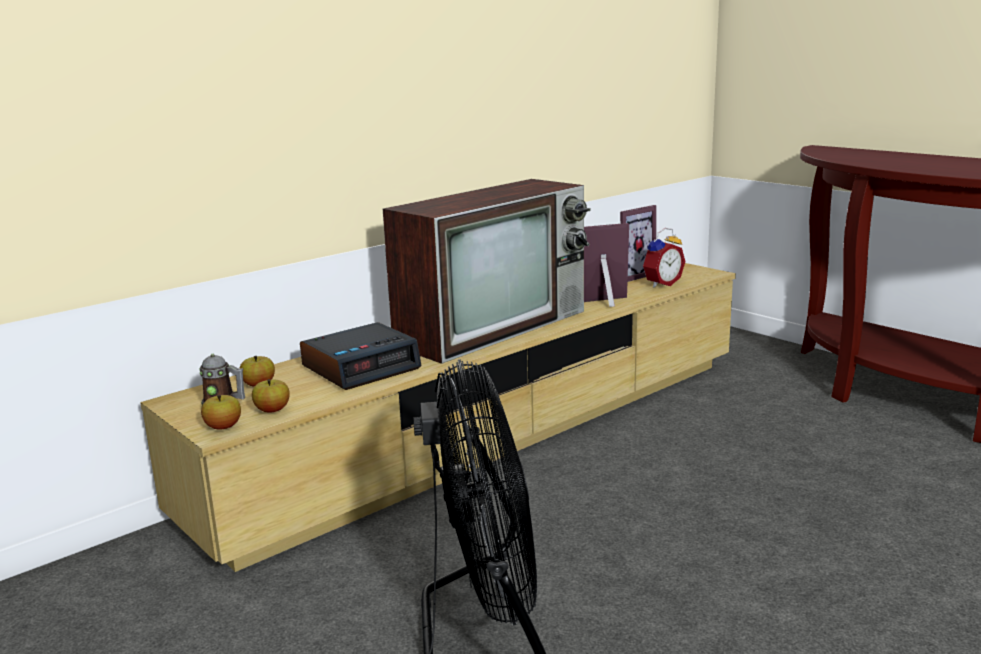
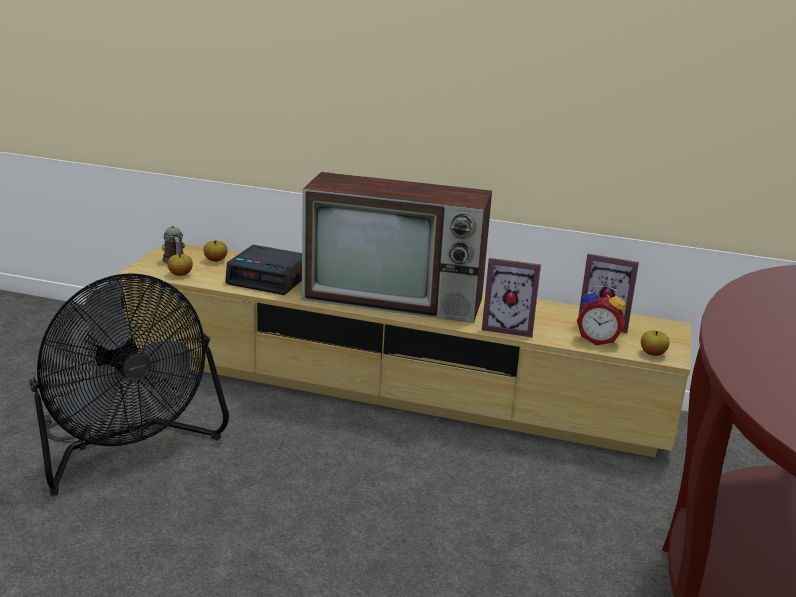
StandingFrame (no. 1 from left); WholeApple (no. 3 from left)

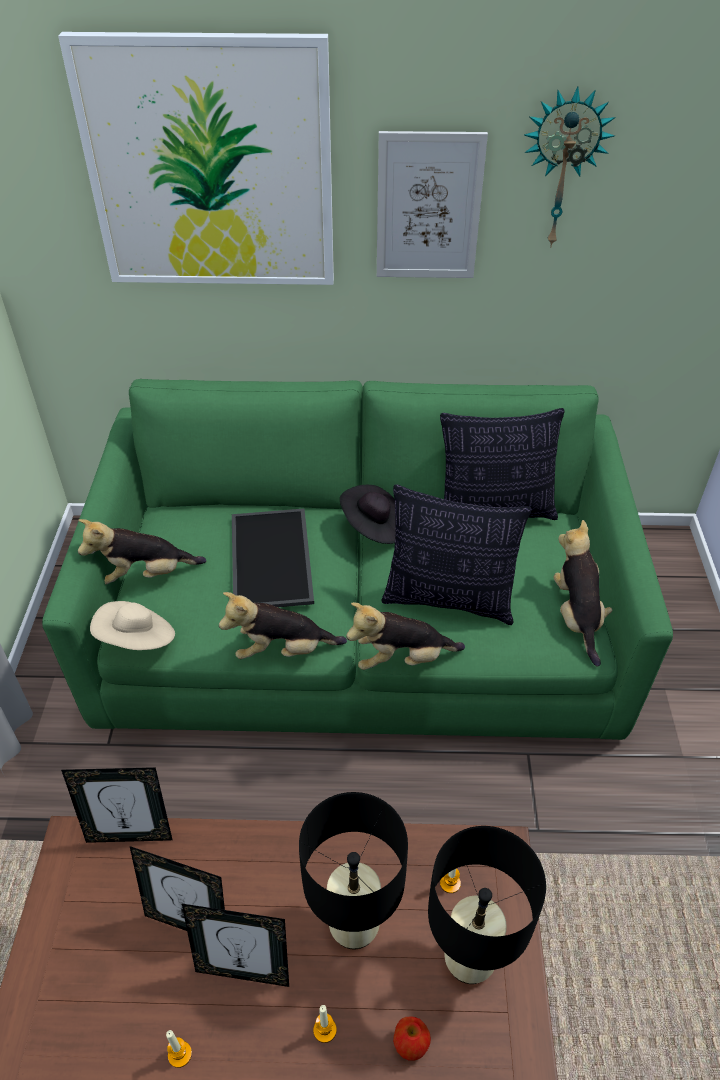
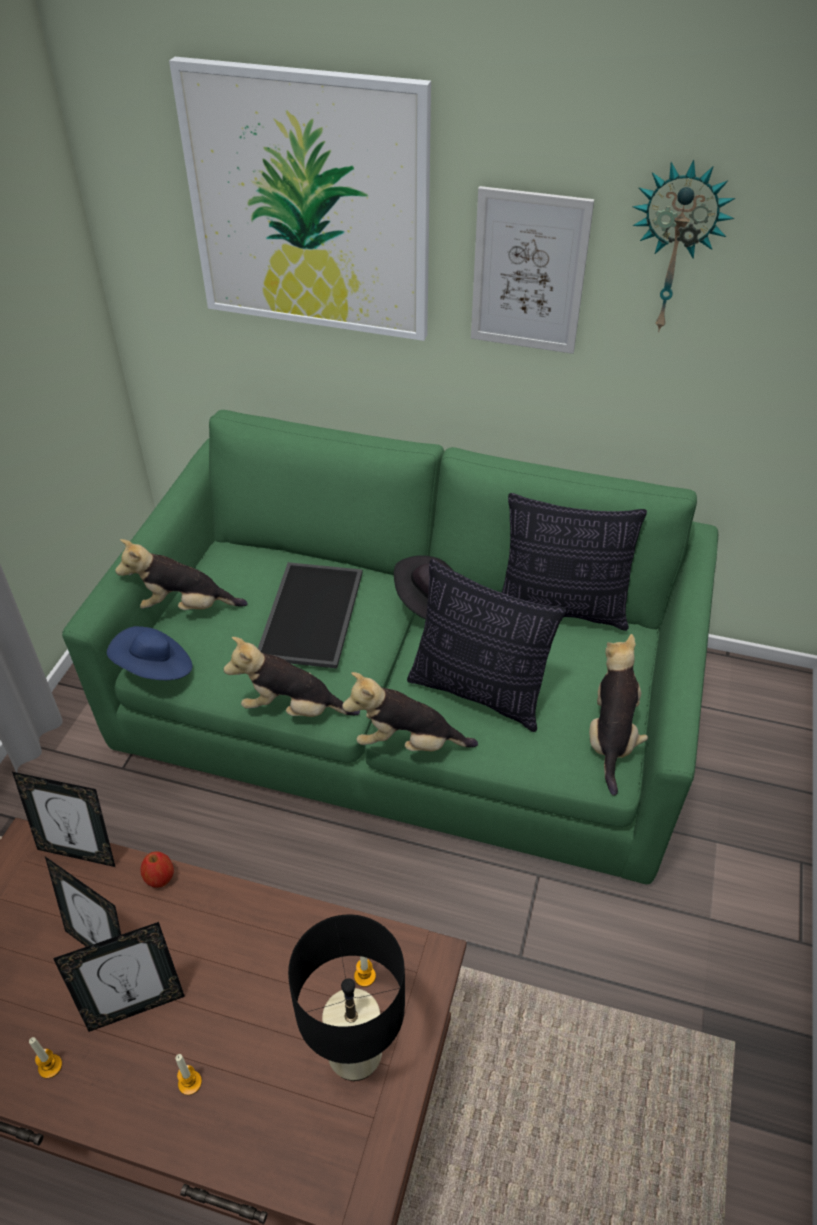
StandingFrame (no. 3 from left); BlueClothingHat; WholeApple; BlackishTableLamp (no. 1 from left in the first image)

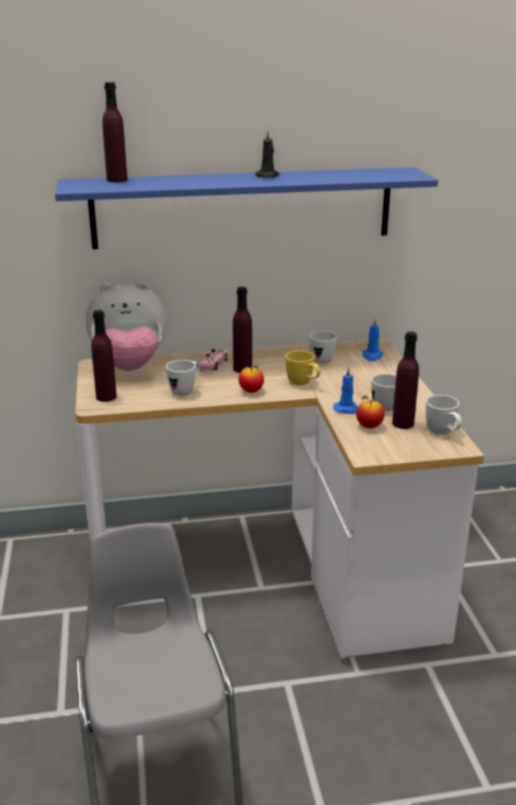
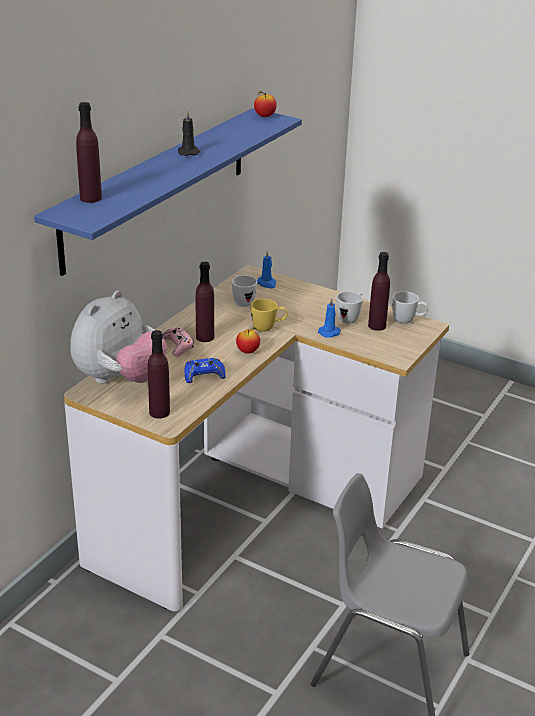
BlueGameController; WholeApple (no. 2 from left)

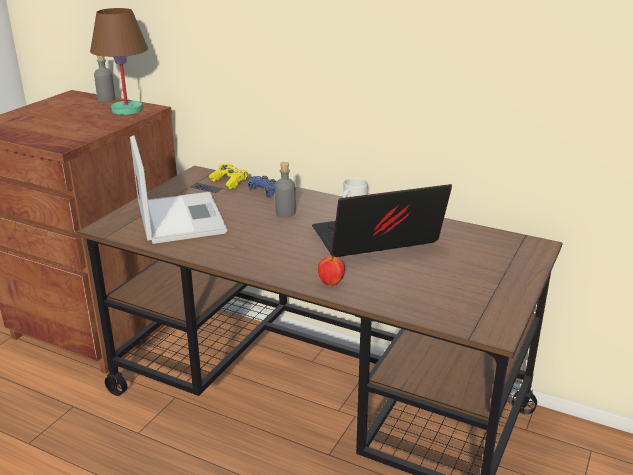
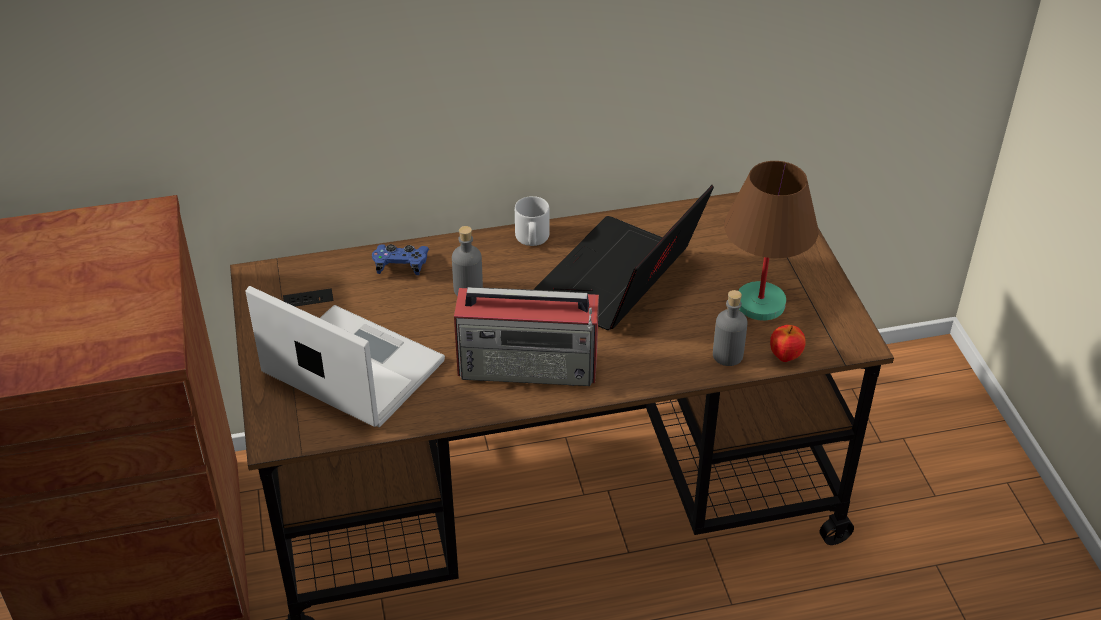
RadioReceiver; GreyBottle (no. 2 from left); BrownishTableLamp; WholeApple; YellowGameController

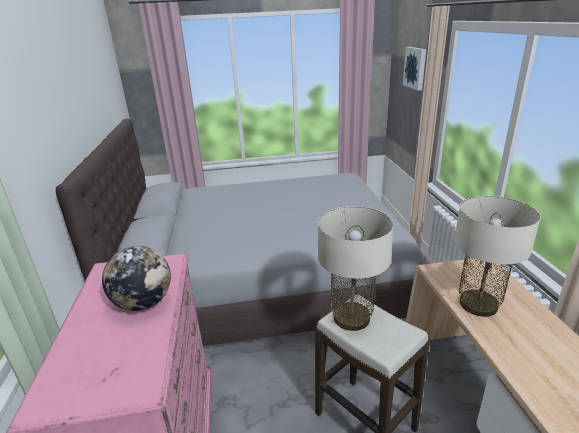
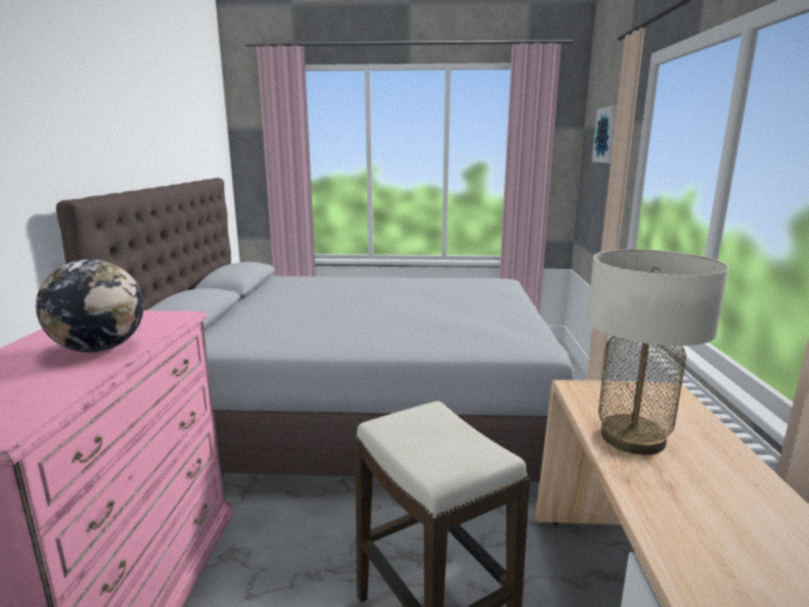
TableLamp (no. 1 from left in the first image)

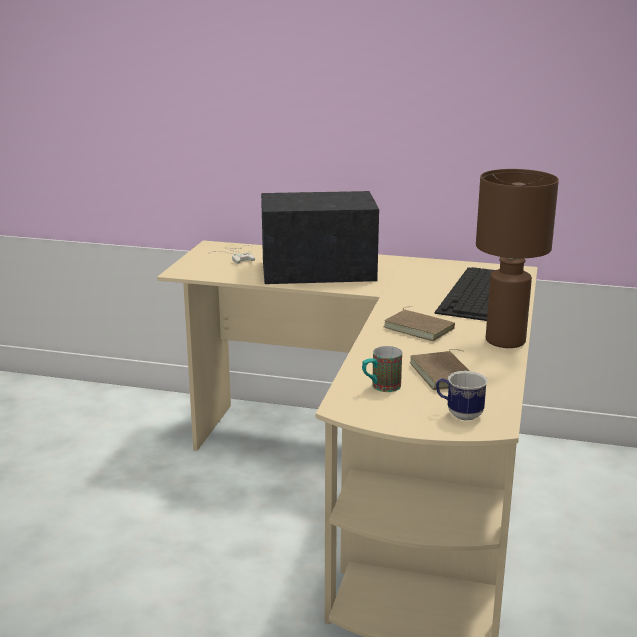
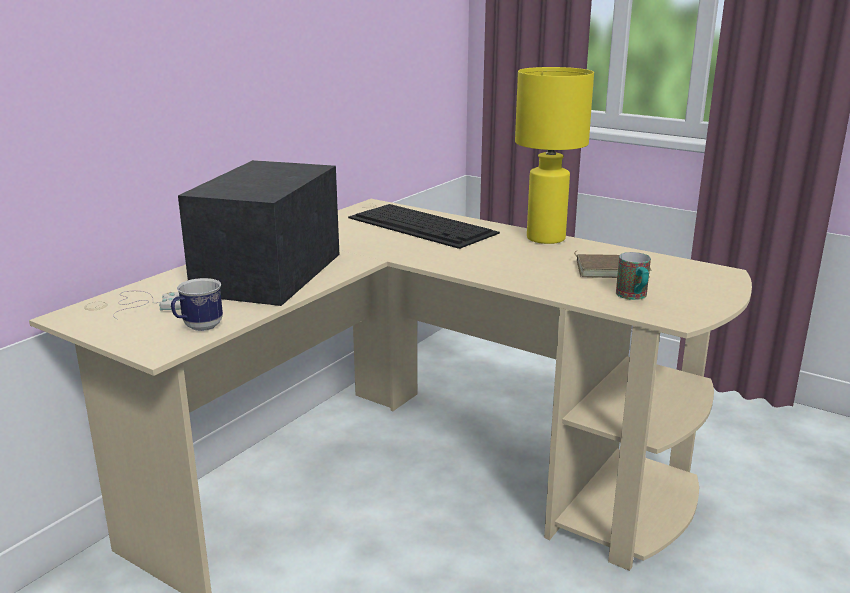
TeaMug (no. 1 from left); YellowTableLamp; BrownishVolume (no. 1 from left in the first image)

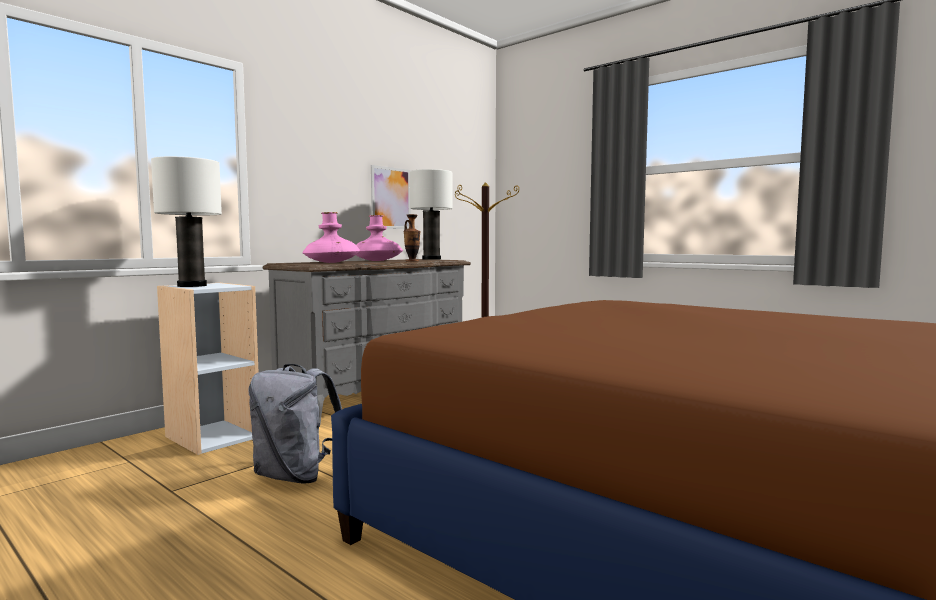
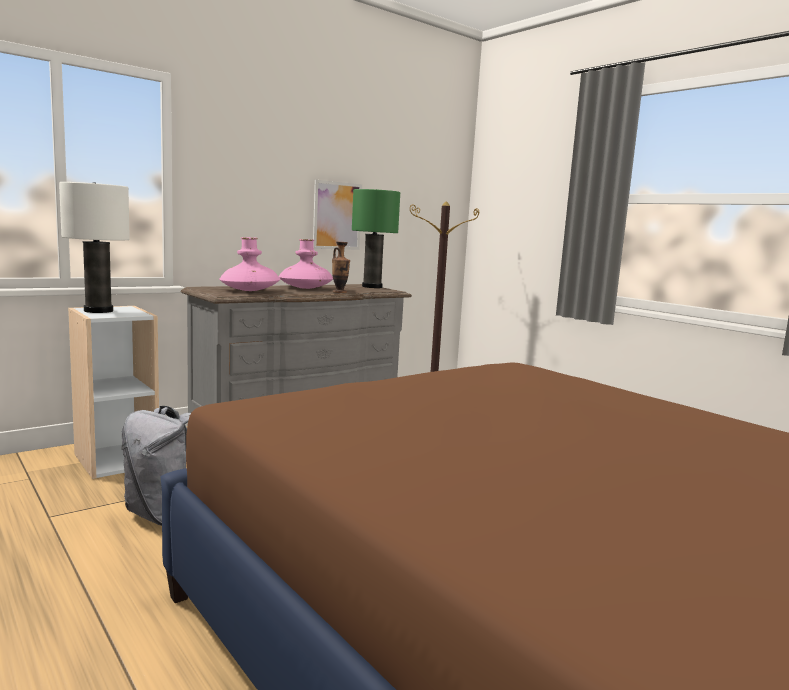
GreenishTableLamp

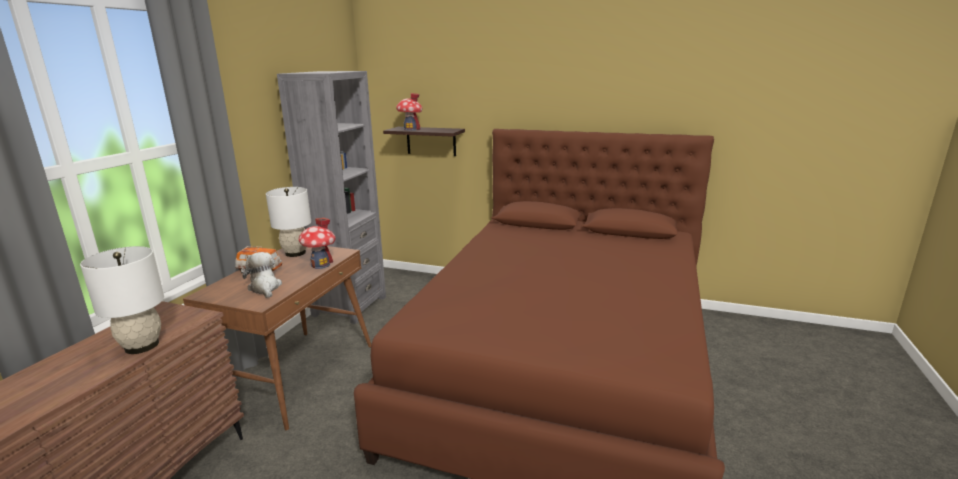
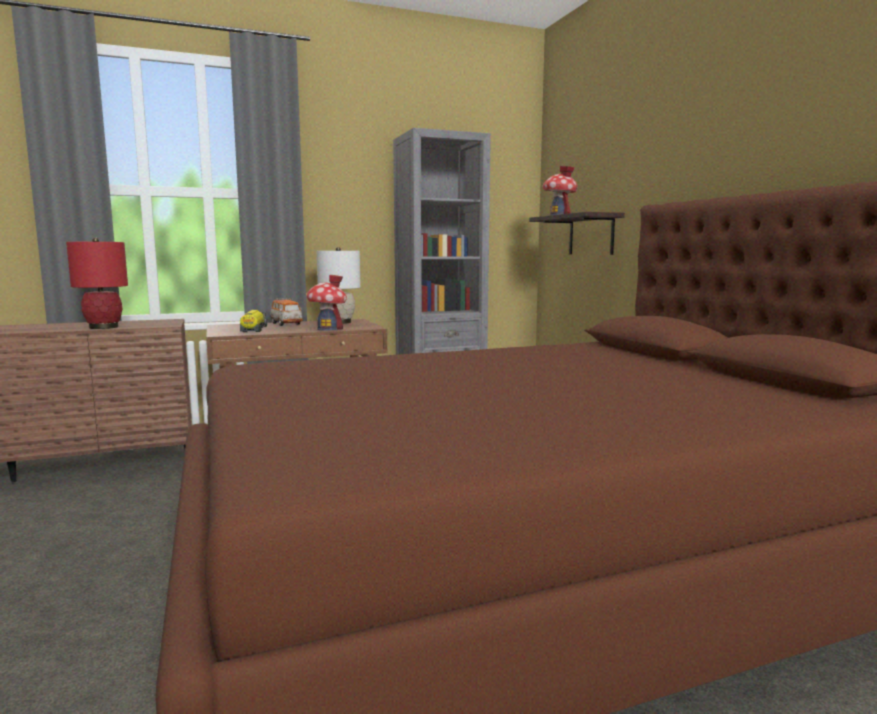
ReddishTableLamp; ToyTruck

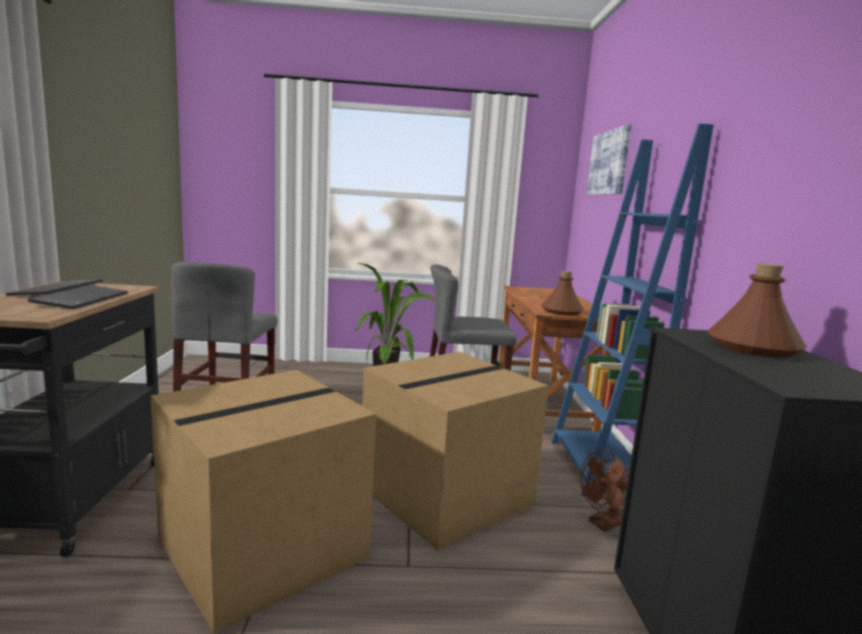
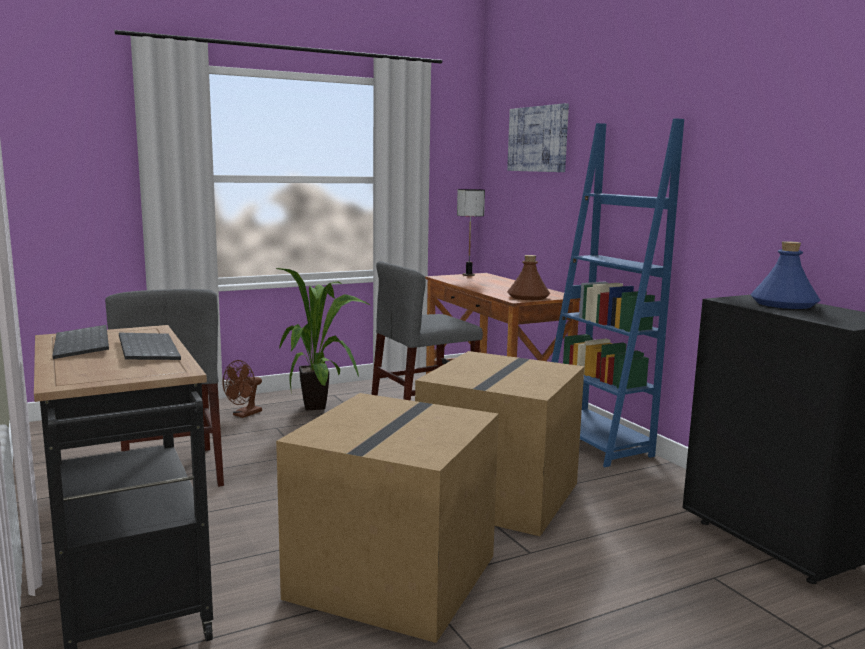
BrownishCoolingFan; TableLamp; BlueBottle

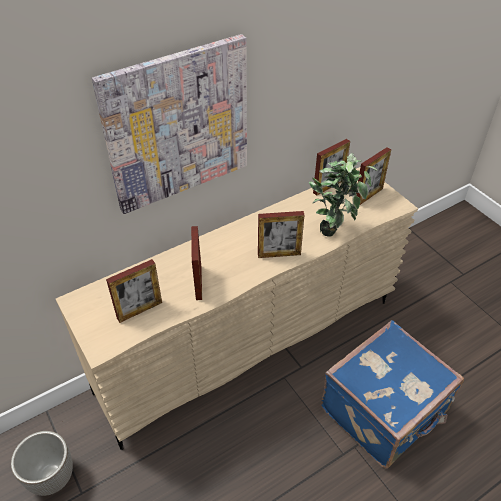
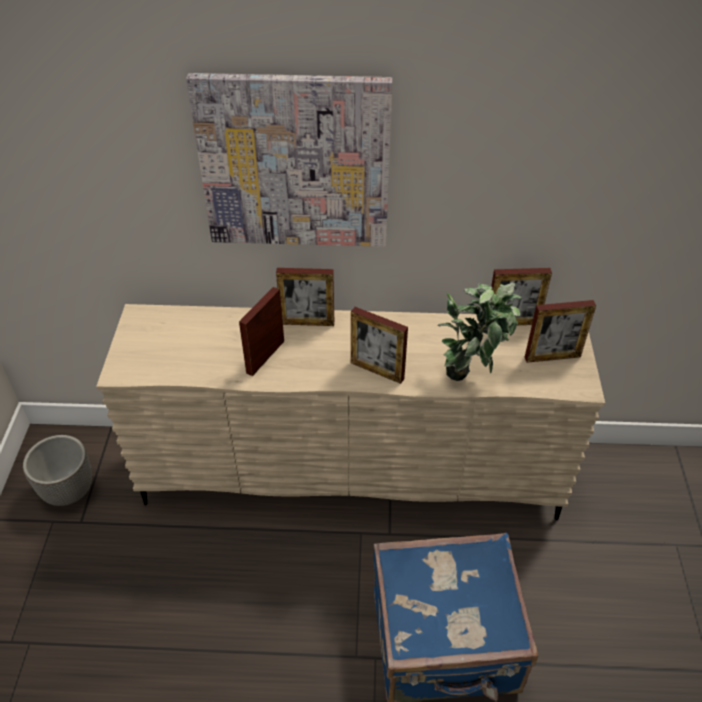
StandingFrame (no. 2 from left)

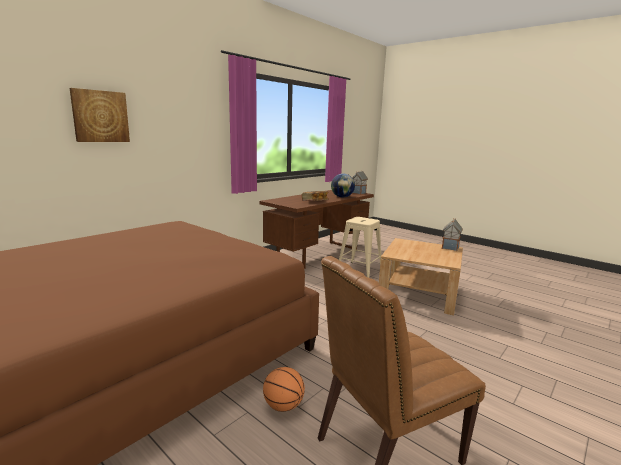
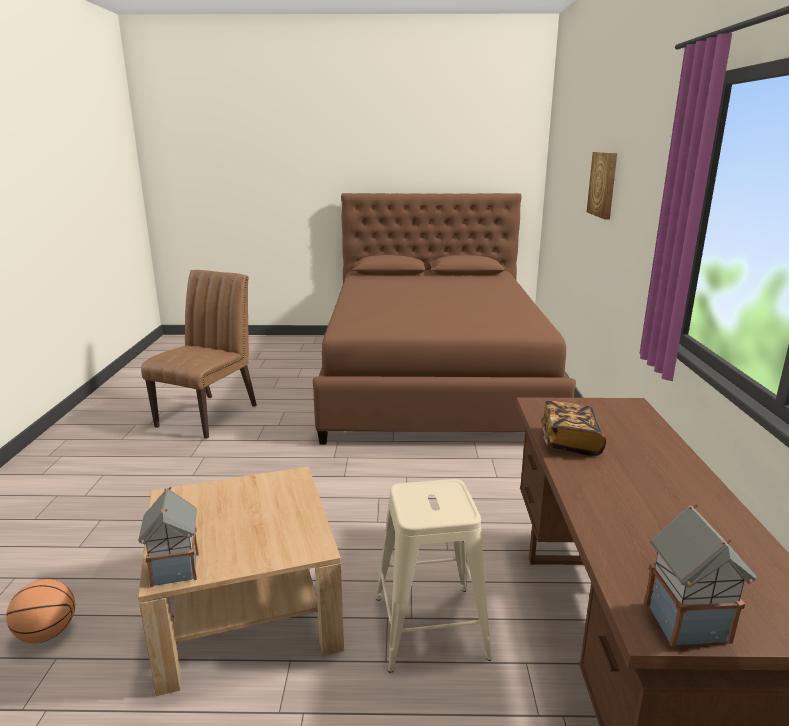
BallForBasketball; WorldGlobe

